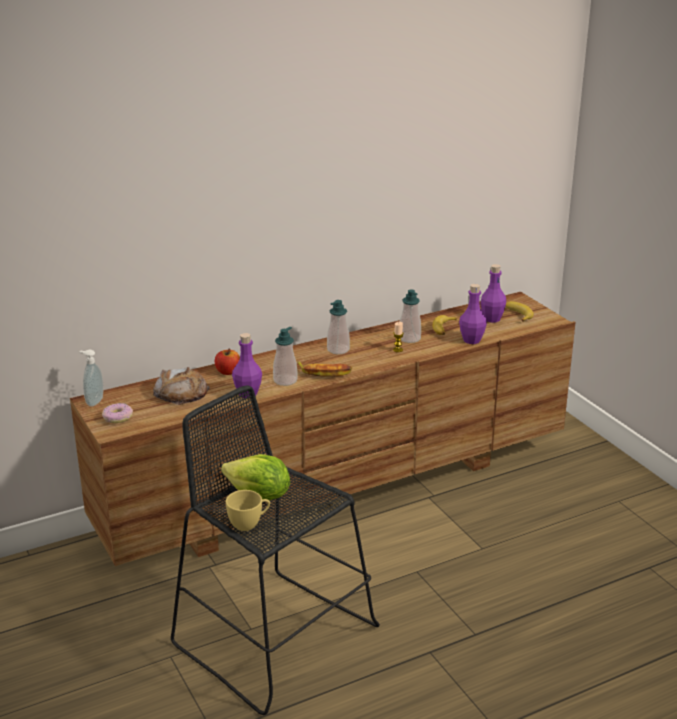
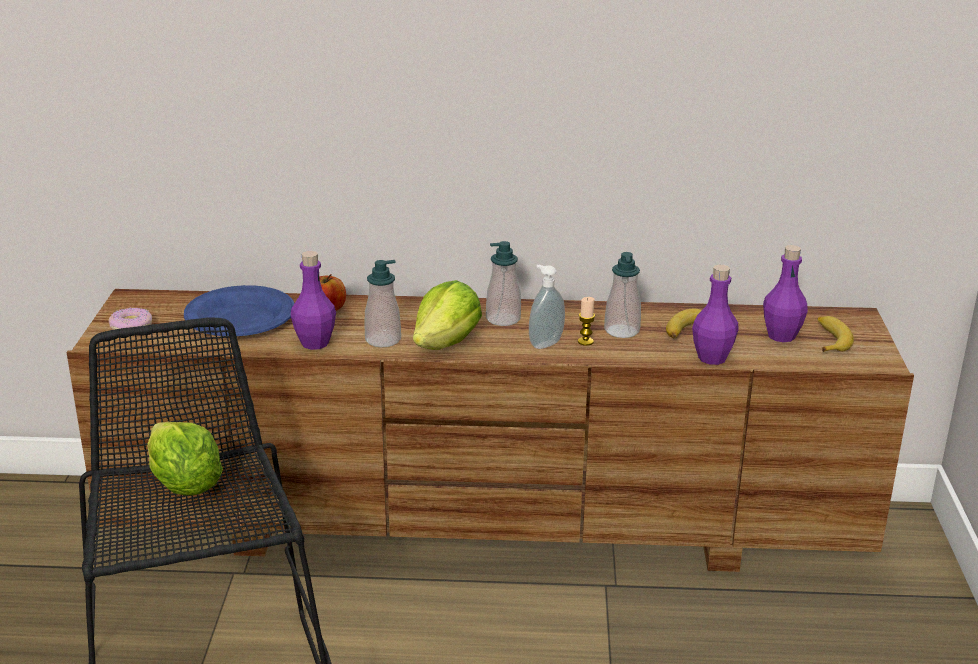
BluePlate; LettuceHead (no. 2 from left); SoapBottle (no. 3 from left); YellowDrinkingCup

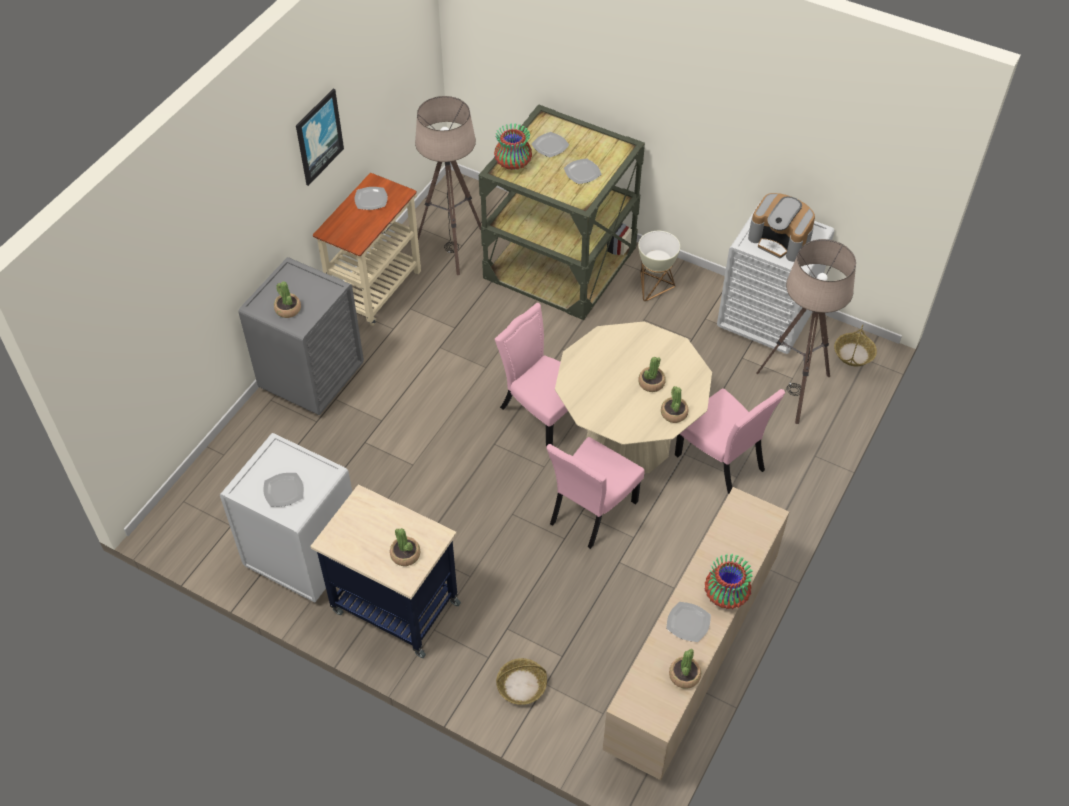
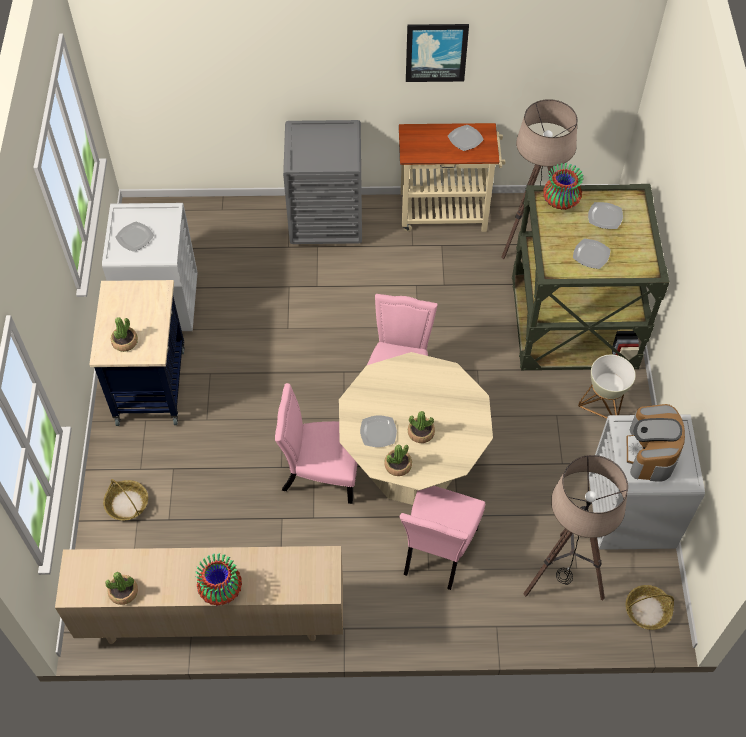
Plate (no. 2 from left); PlantInAPot (no. 1 from left in the first image)

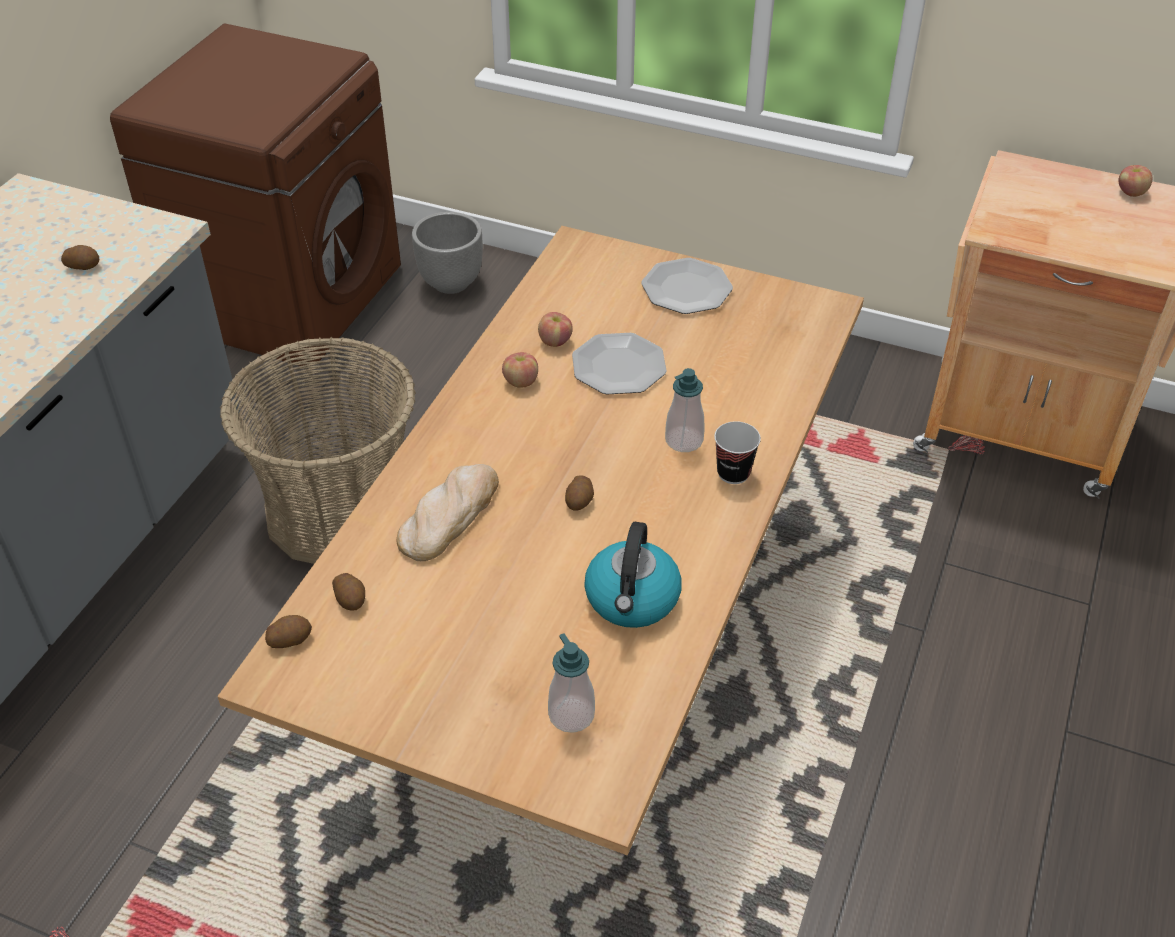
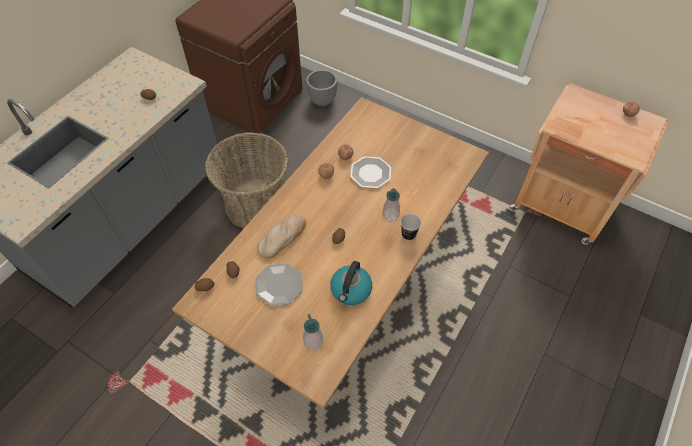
Plate (no. 1 from left)

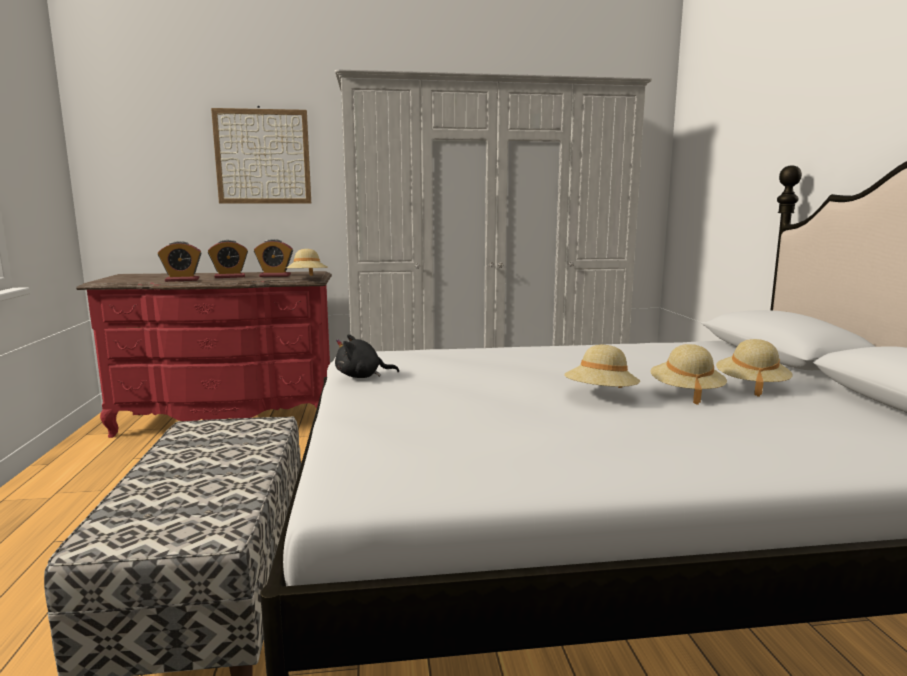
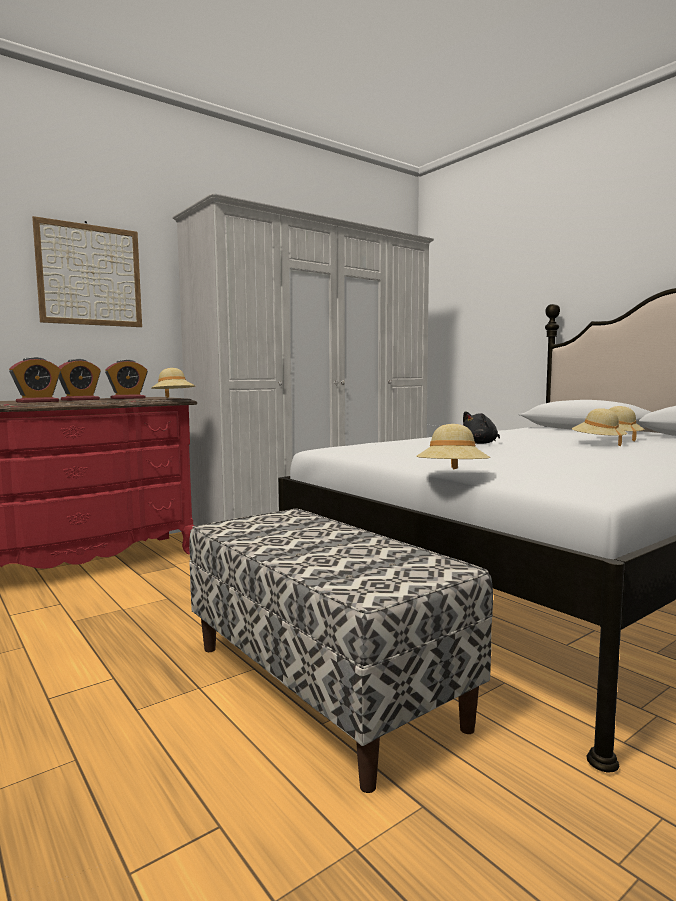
SandColouredClothingHat (no. 2 from left); BlackishCuddlyToy

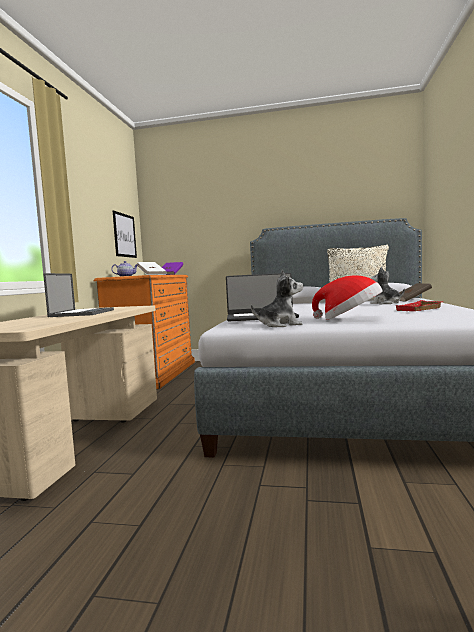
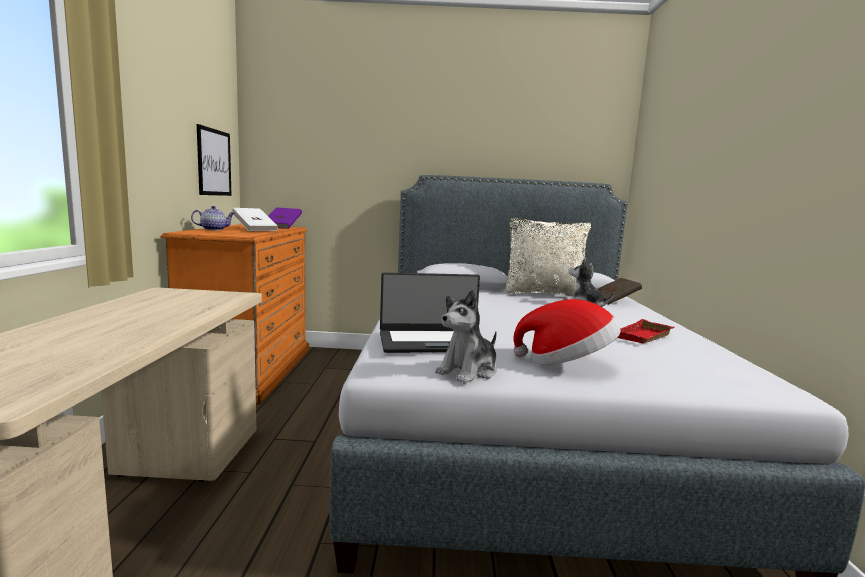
CuddlyToy (no. 1 from left); NotebookComputer (no. 1 from left in the first image)

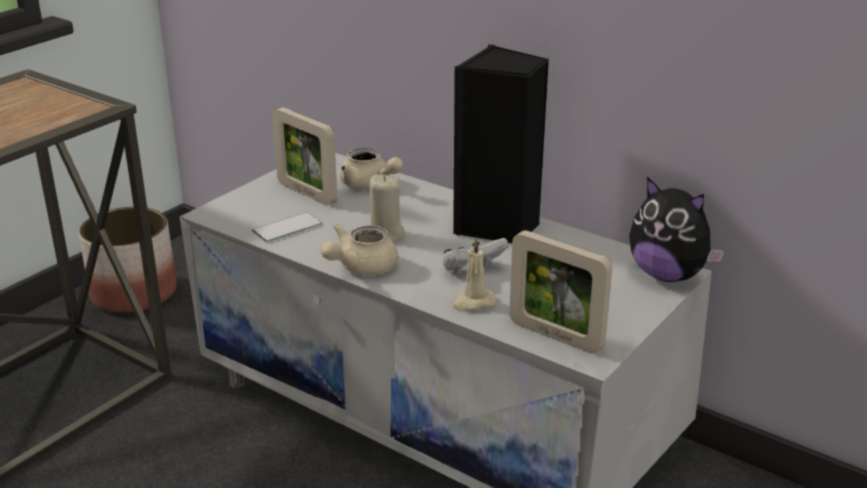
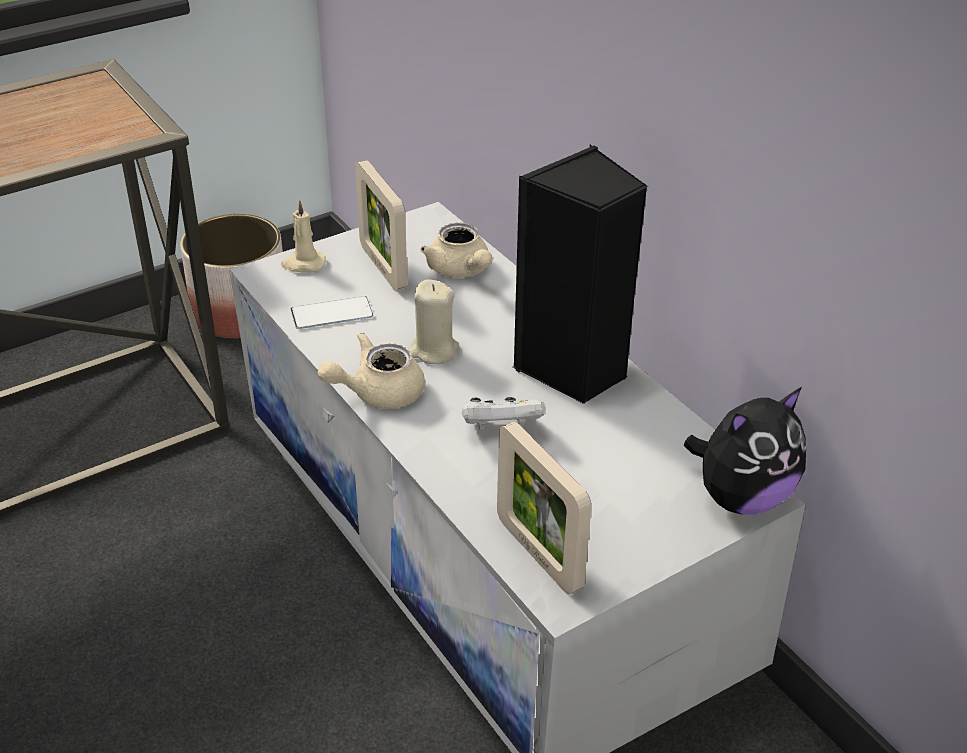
SandColouredWaxCandle (no. 1 from left); CuddlyToy

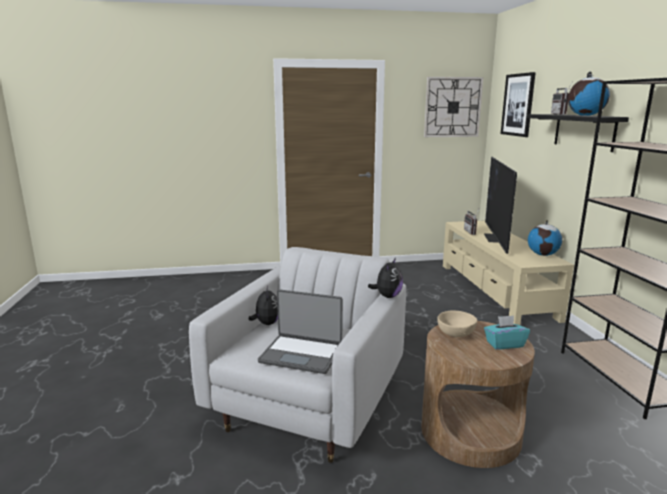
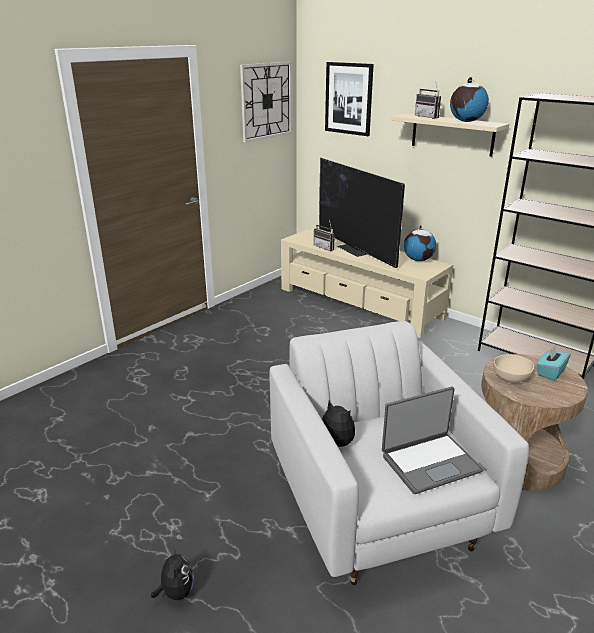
CuddlyToy (no. 1 from left); SandColouredShelf

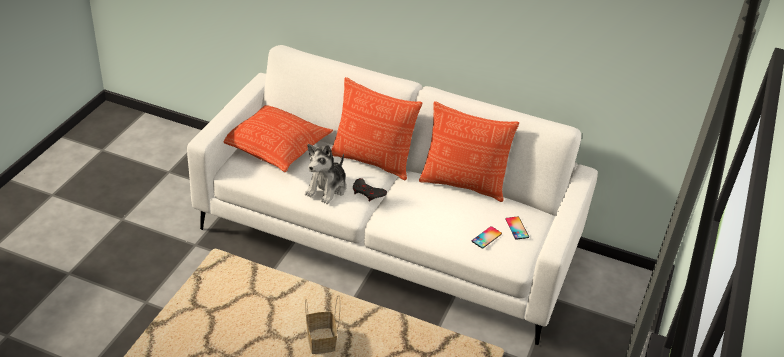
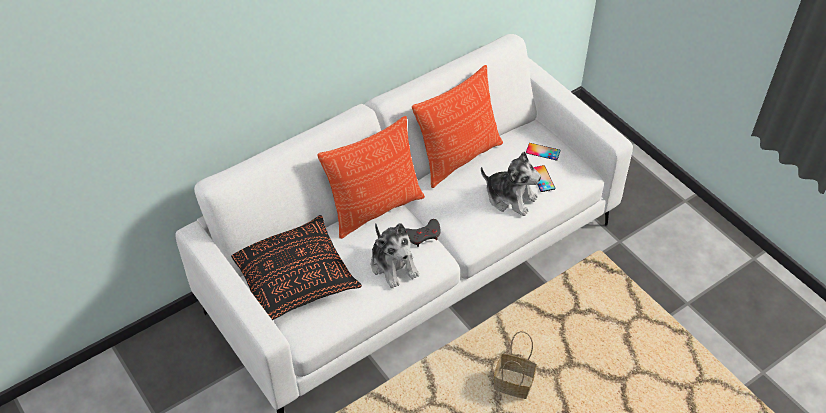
BlackishThrowPillow; CuddlyToy (no. 2 from left)

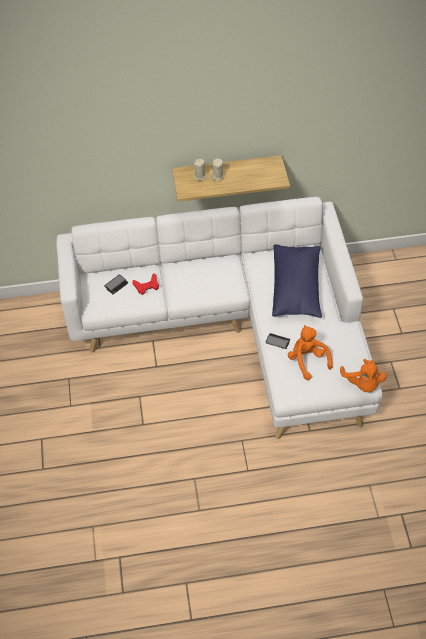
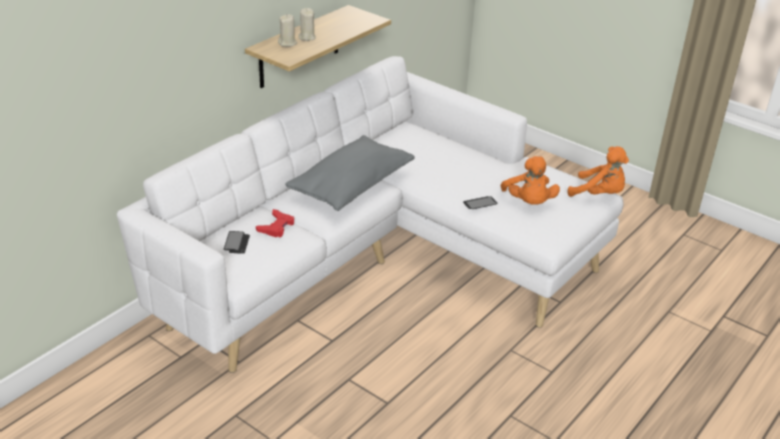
GreyThrowPillow; OrangeColouredCuddlyToy (no. 1 from left); BlueThrowPillow

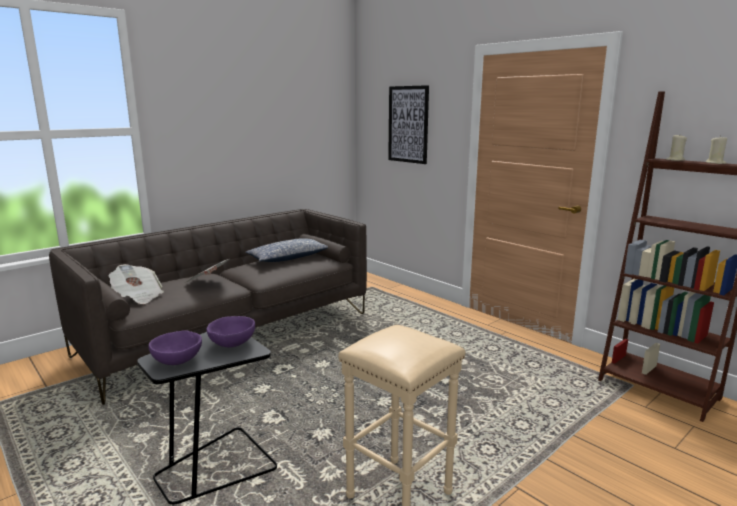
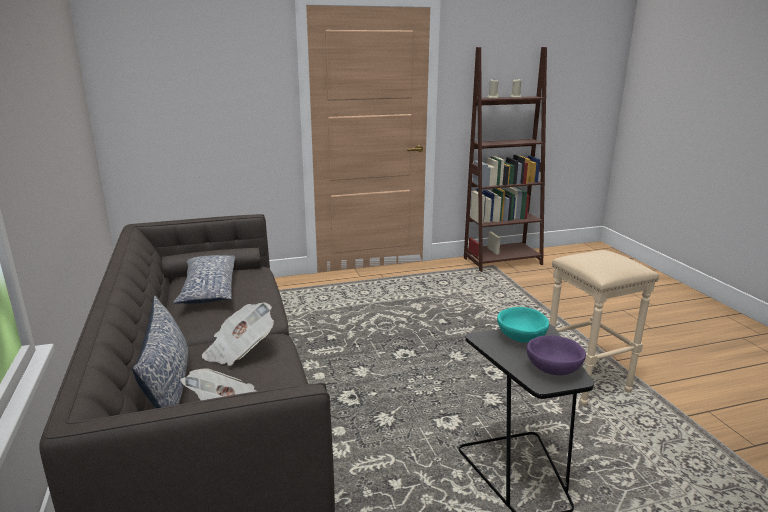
ThrowPillow (no. 1 from left); BlueGreenBowl; WallArt

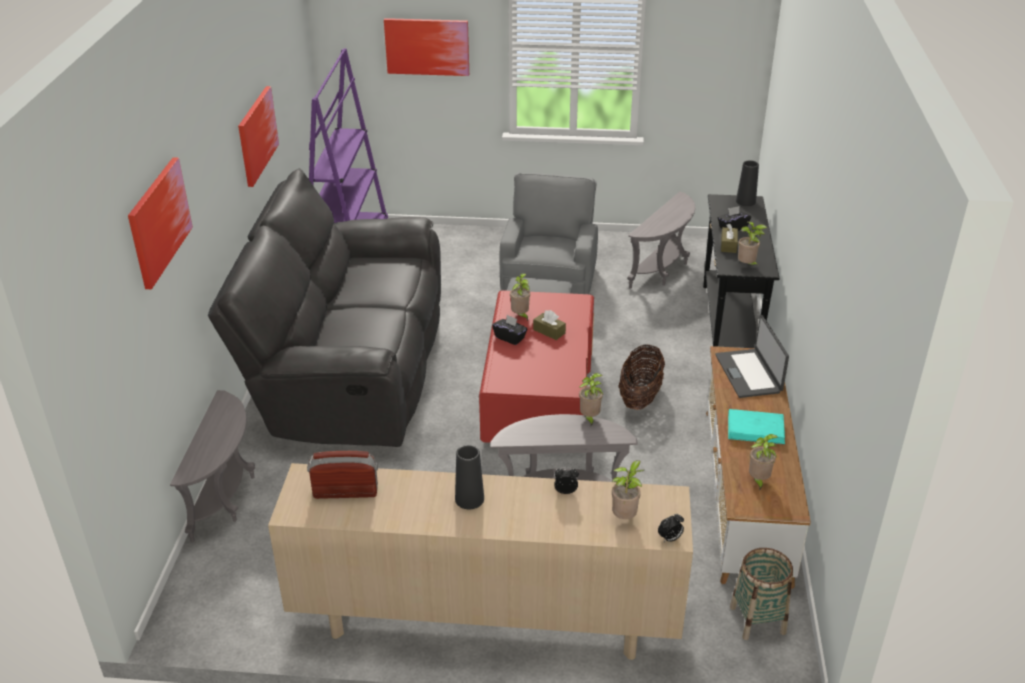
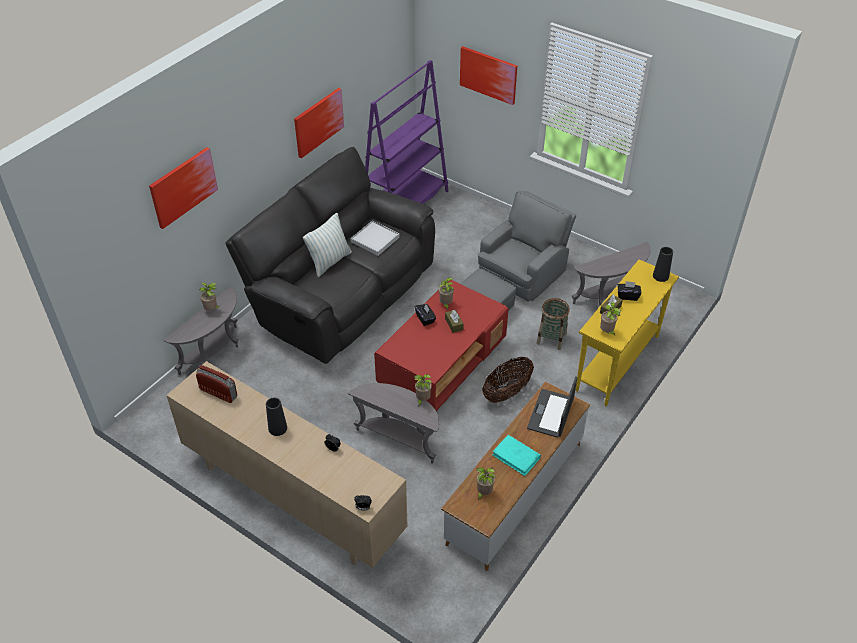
PlantInAPot (no. 1 from left); ThrowPillow; WhitishTray; HouseholdBasket (no. 2 from left); YellowNarrowTable

